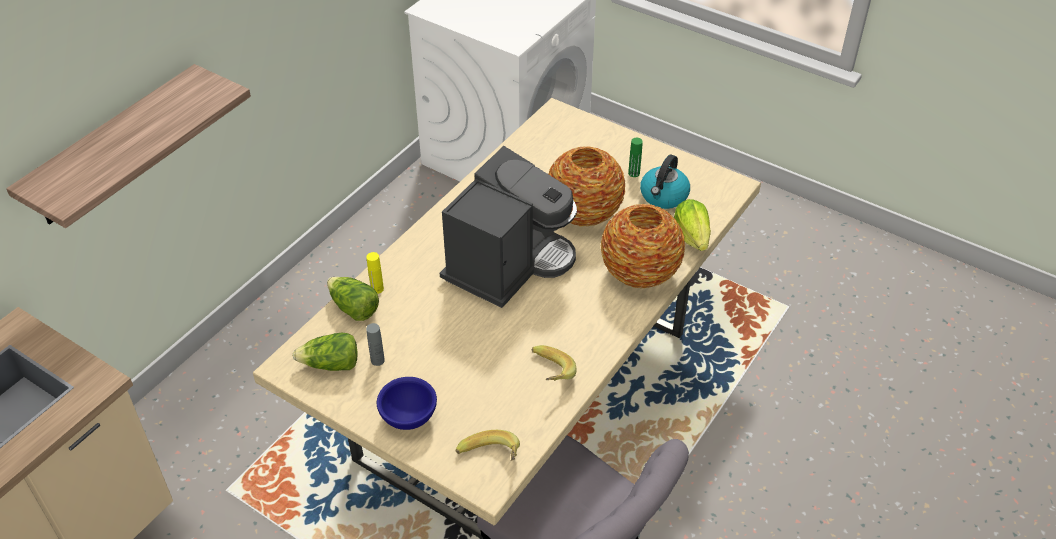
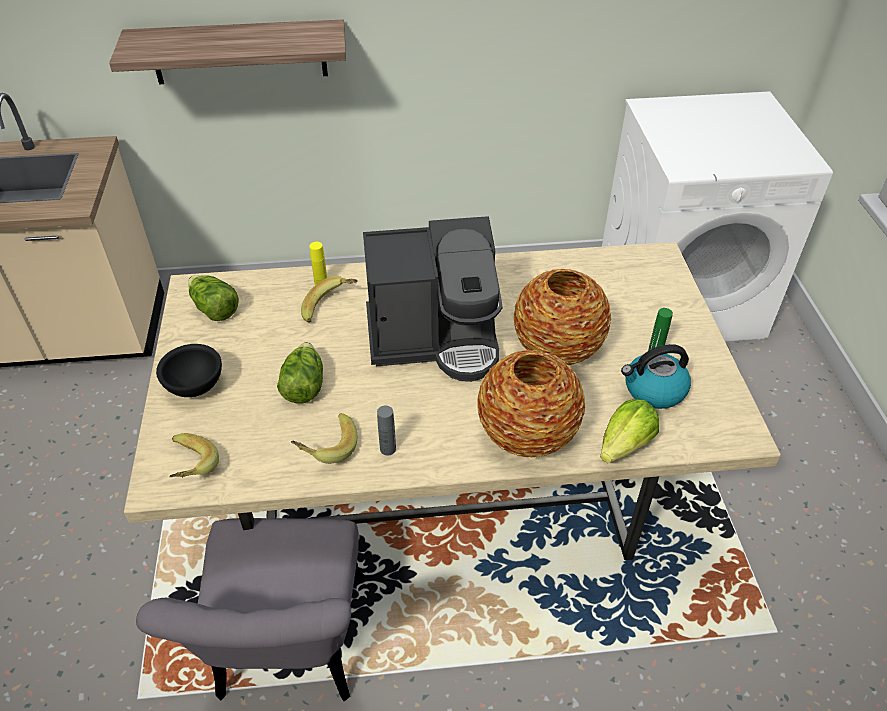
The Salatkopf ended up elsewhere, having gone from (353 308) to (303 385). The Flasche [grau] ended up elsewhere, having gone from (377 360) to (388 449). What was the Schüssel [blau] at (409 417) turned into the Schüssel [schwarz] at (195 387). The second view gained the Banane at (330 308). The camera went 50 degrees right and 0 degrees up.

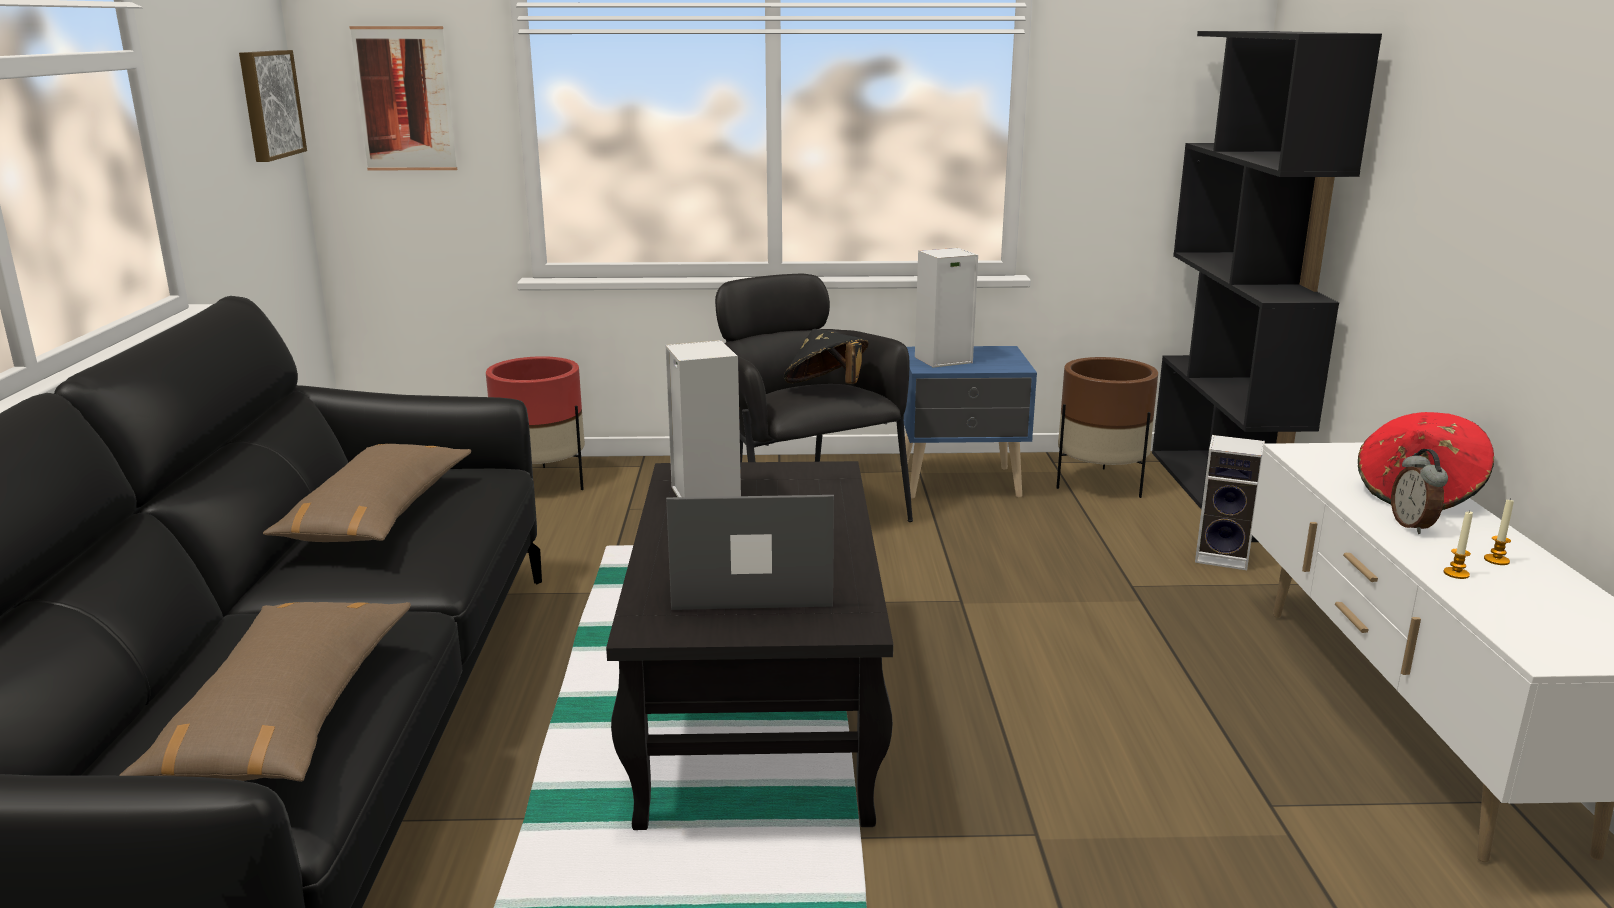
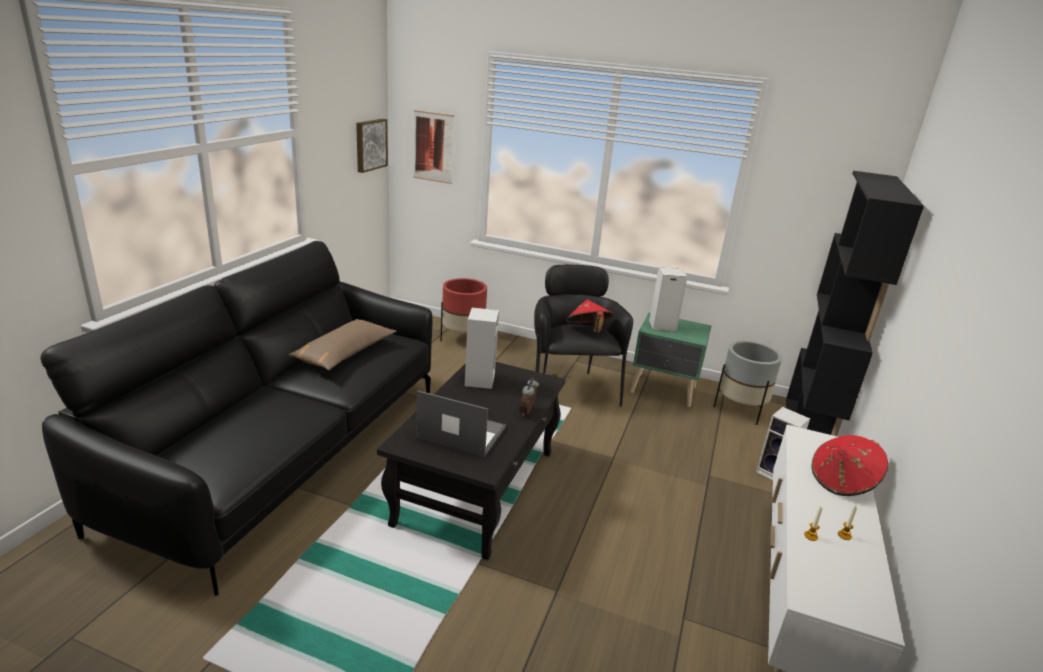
What was the Hut [schwarz] at (826 388) turned into the Hut [rot] at (587 330). What was the Nachttisch [blau] at (962 484) turned into the Nachttisch [grün] at (664 391). What was the Pflanzkübel [braun] at (1100 484) turned into the Pflanzkübel [grau] at (740 411). The Wecker ended up elsewhere, having gone from (1413 526) to (528 412). The second view lost the Kissen [braun] at (287 715). The camera went 20 degrees right and 5 degrees up.

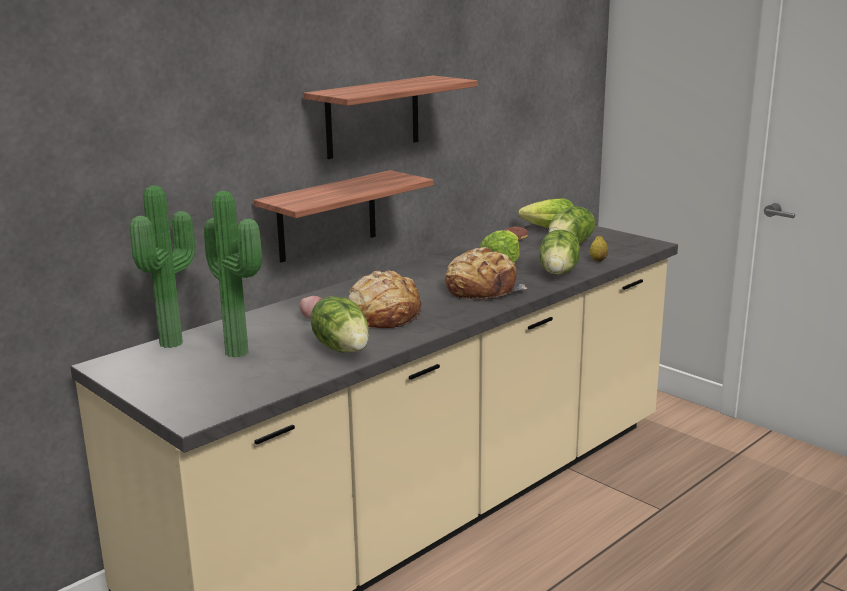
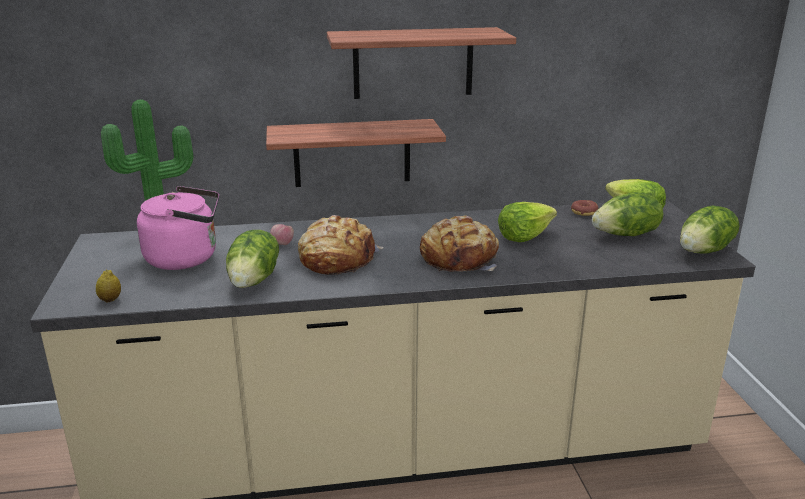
Where the Topfpflanze stood at (241 351), the Wasserkessel [rosa] came to stand at (186 258). The Salatkopf ended up elsewhere, having gone from (559 272) to (705 251). The Zitrone ended up elsewhere, having gone from (598 260) to (110 299). The camera went 35 degrees right and 5 degrees up.

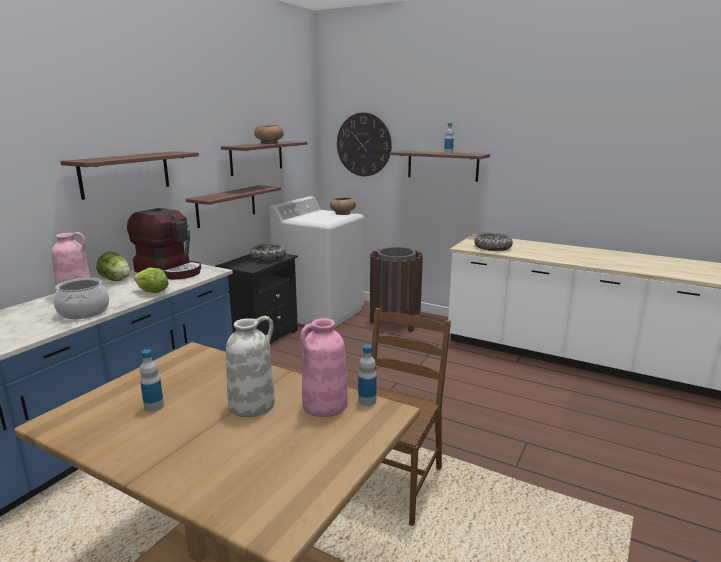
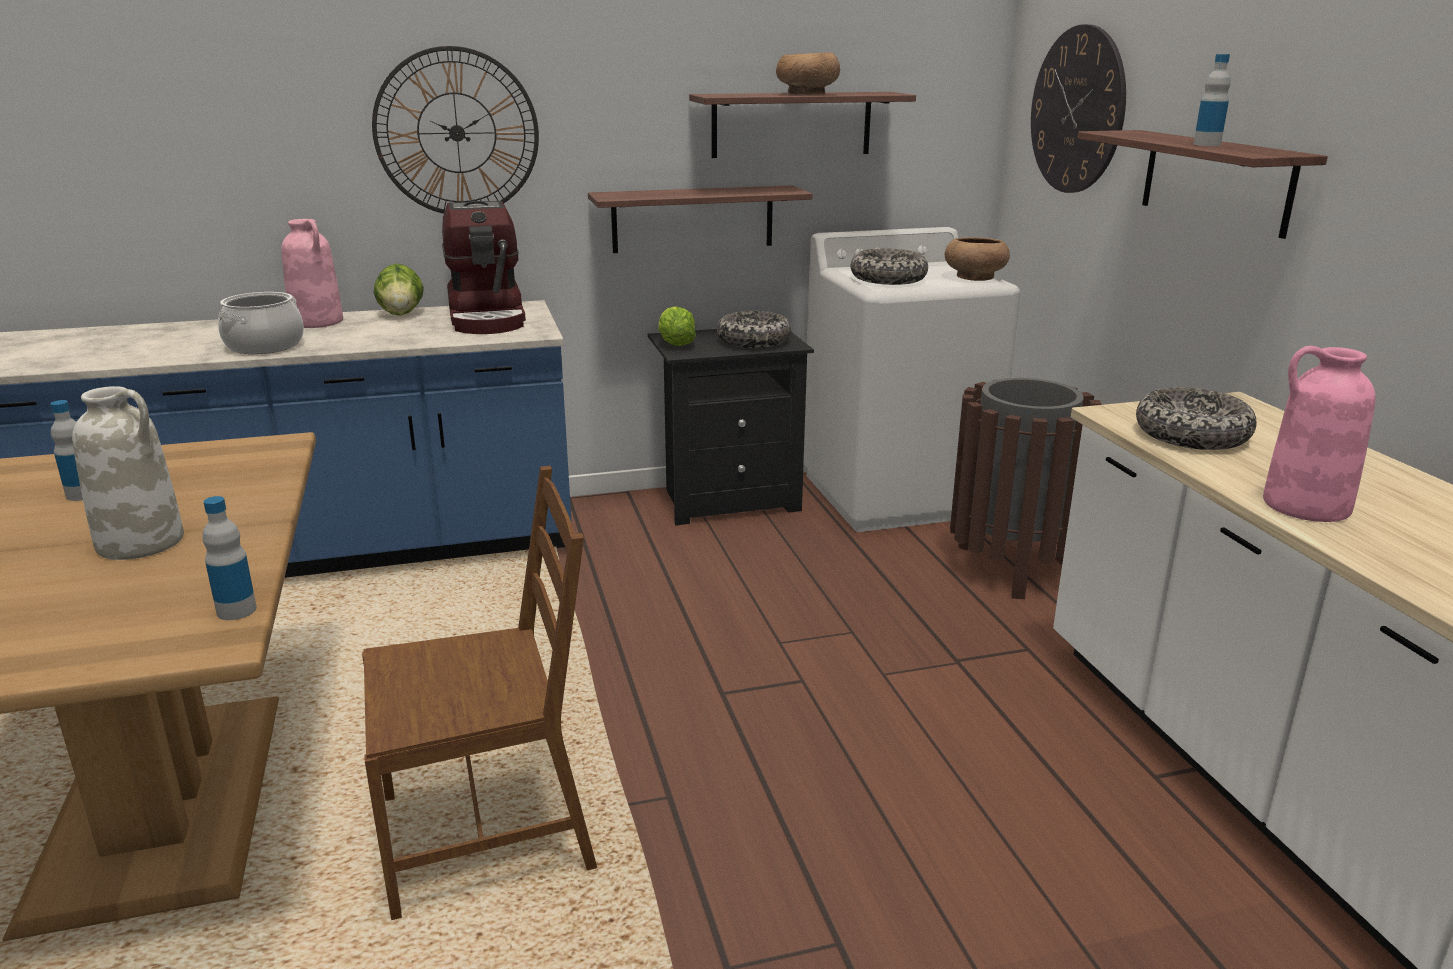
Where the Wandregal hung at (125 174), the Wanduhr came to hang at (457 133). The Salatkopf ended up elsewhere, having gone from (152 292) to (675 344). The Vase [rosa] ended up elsewhere, having gone from (324 405) to (1305 506). The second view gained the Schüssel at (888 279). The camera went 45 degrees right and 5 degrees up.

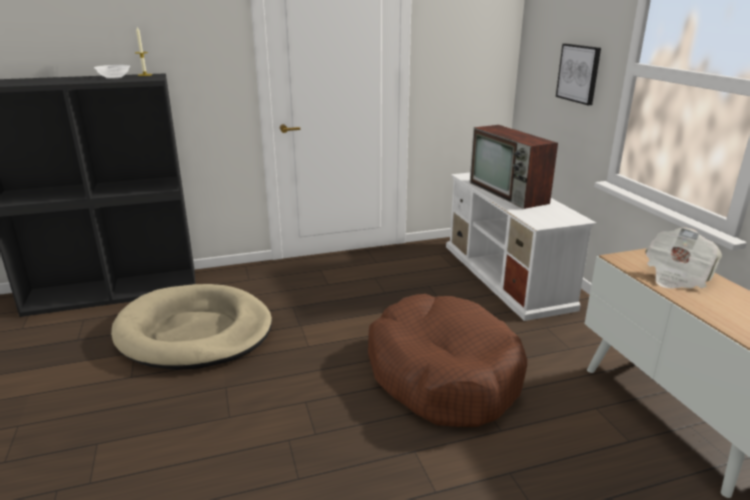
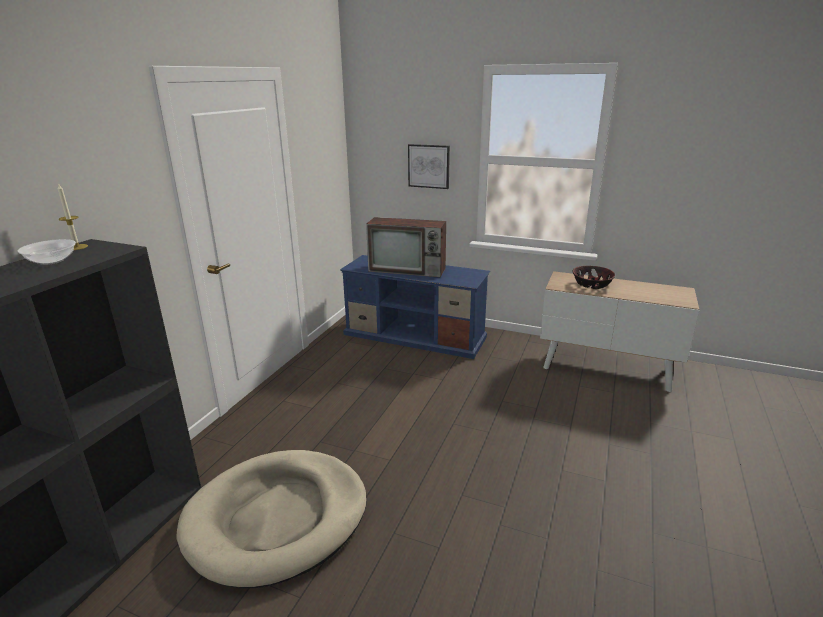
What was the Fernsehschrank [weiß] at (506 276) turned into the Fernsehschrank [blau] at (415 335). Where the Zeitung stood at (676 276), the Schüssel came to stand at (592 285). The second view lost the Hundebett [braun] at (442 374). The camera went 50 degrees left and 0 degrees up.

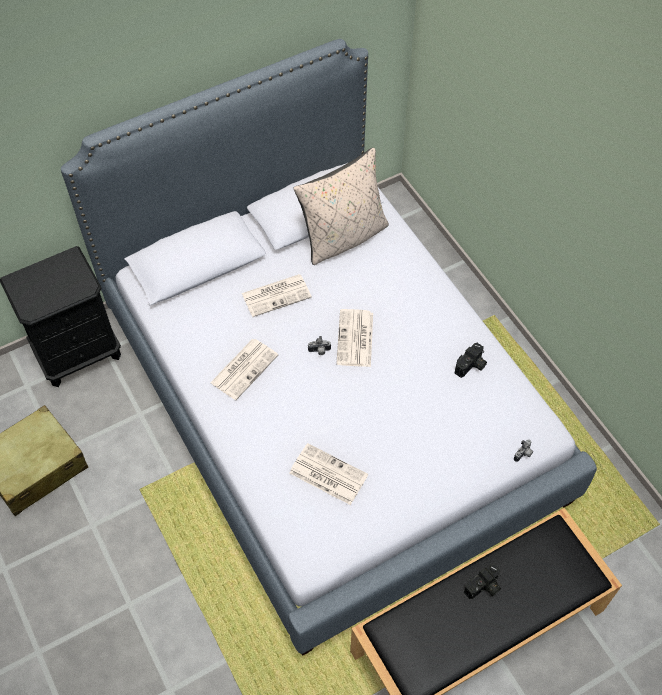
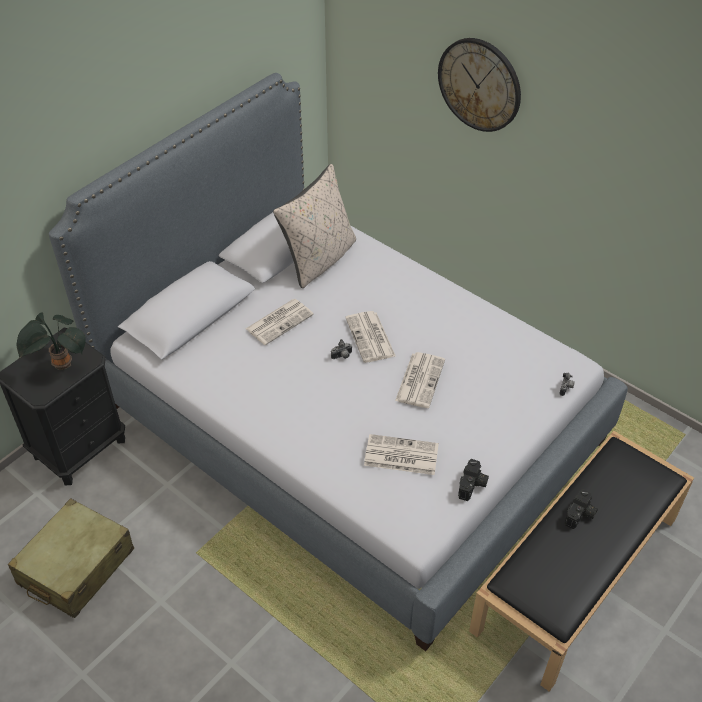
The Zeitung ended up elsewhere, having gone from (244 368) to (420 379). The Kamera ended up elsewhere, having gone from (471 366) to (473 486). The second view gained the Wanduhr at (479 84). The second view gained the Topfpflanze at (60 365). The camera went 20 degrees left and 10 degrees down.

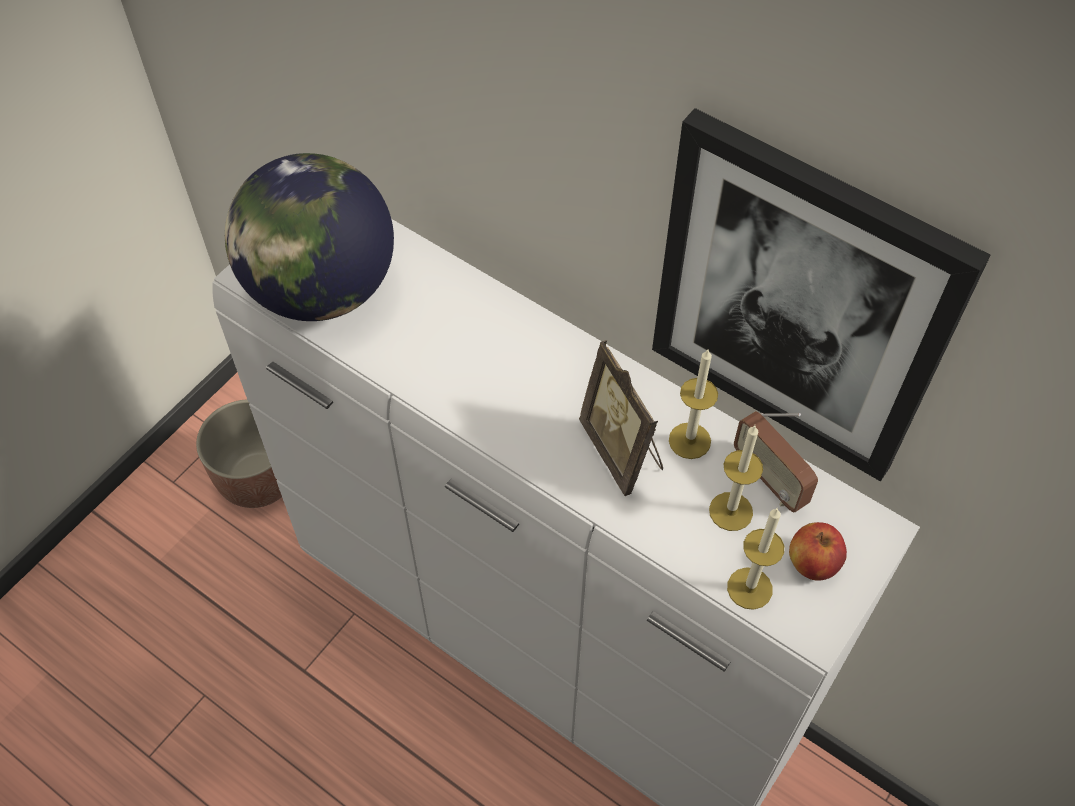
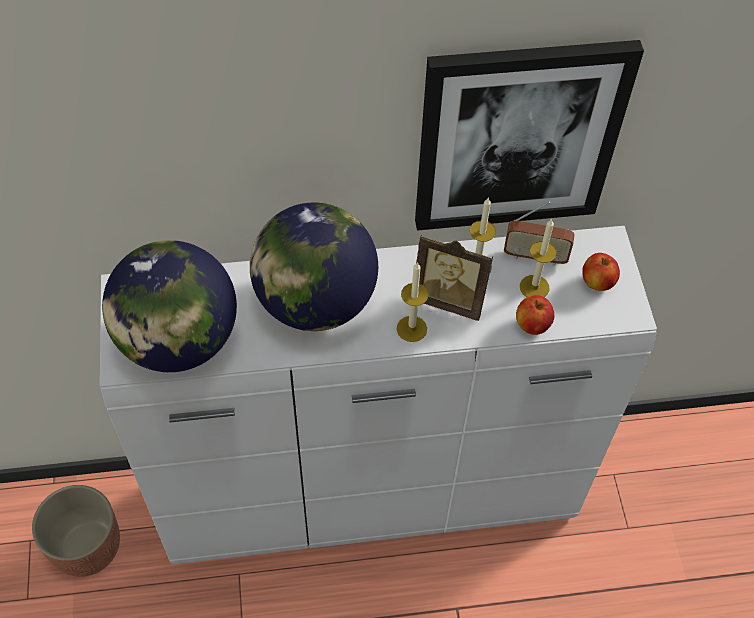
The Kerze ended up elsewhere, having gone from (749 588) to (411 329). The second view gained the Globus at (315 302). The second view gained the Apfel at (532 325). The camera went 45 degrees left and 0 degrees up.

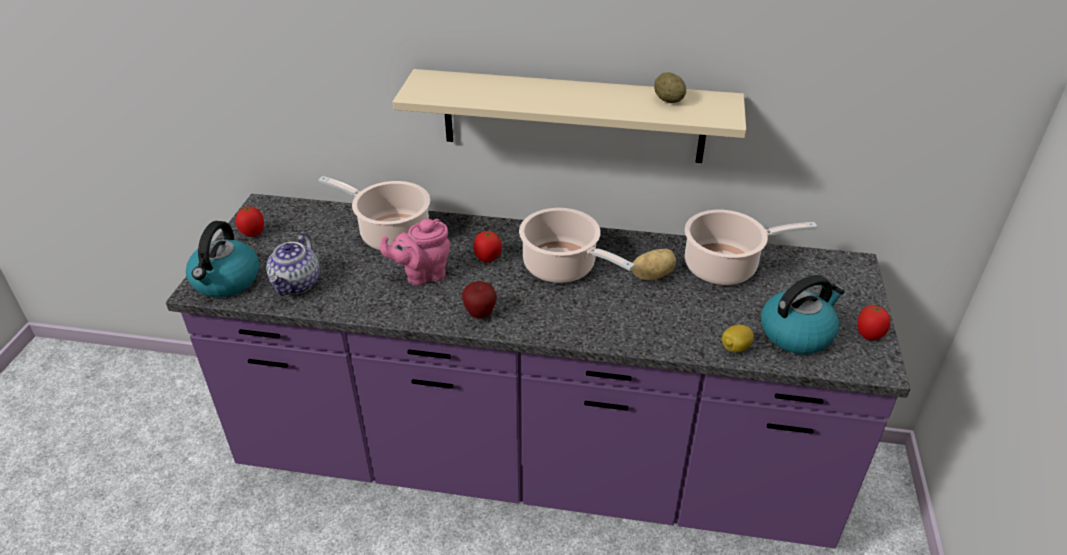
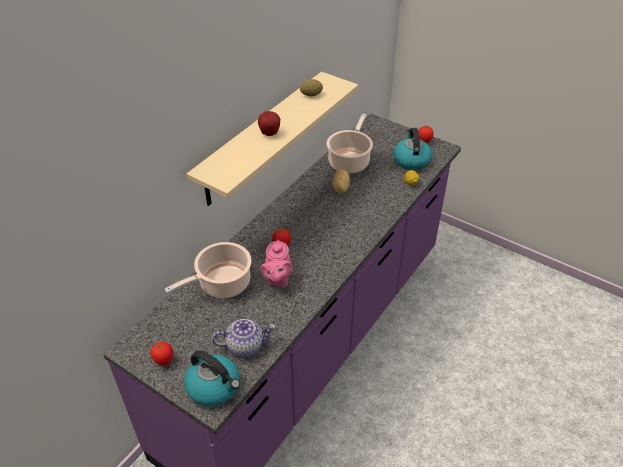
The second view lost the Kochtopf at (563 267). The Teekanne at (297 284) ended up facing another way, 45 degrees counterclockwise from before. The Apfel ended up elsewhere, having gone from (480 314) to (269 134). The camera went 65 degrees left and 5 degrees up.

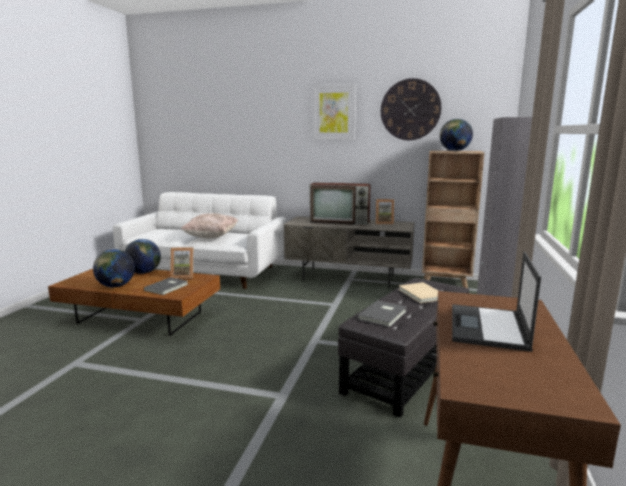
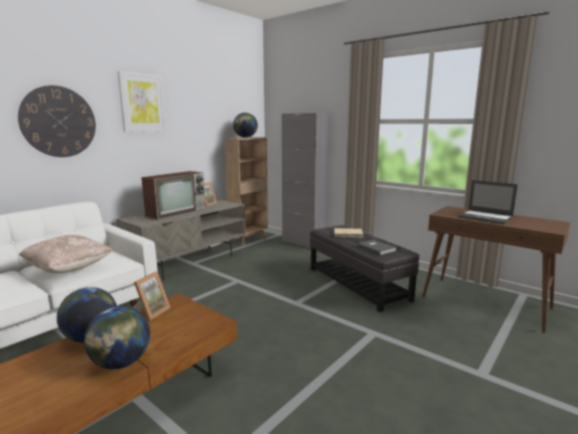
The Wanduhr ended up elsewhere, having gone from (410 109) to (59 122). The second view lost the Buch [grau] at (168 287). The camera went 65 degrees left and 0 degrees up.

